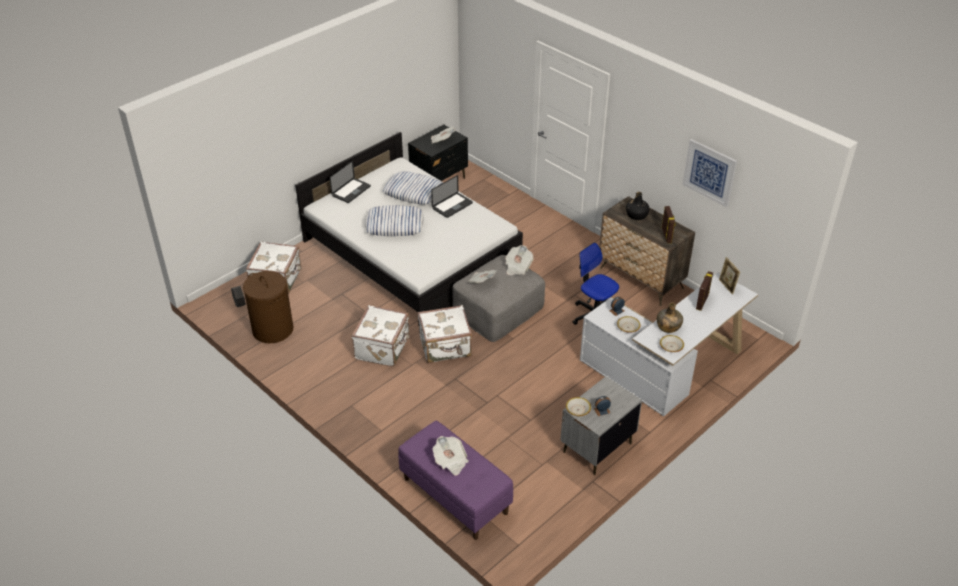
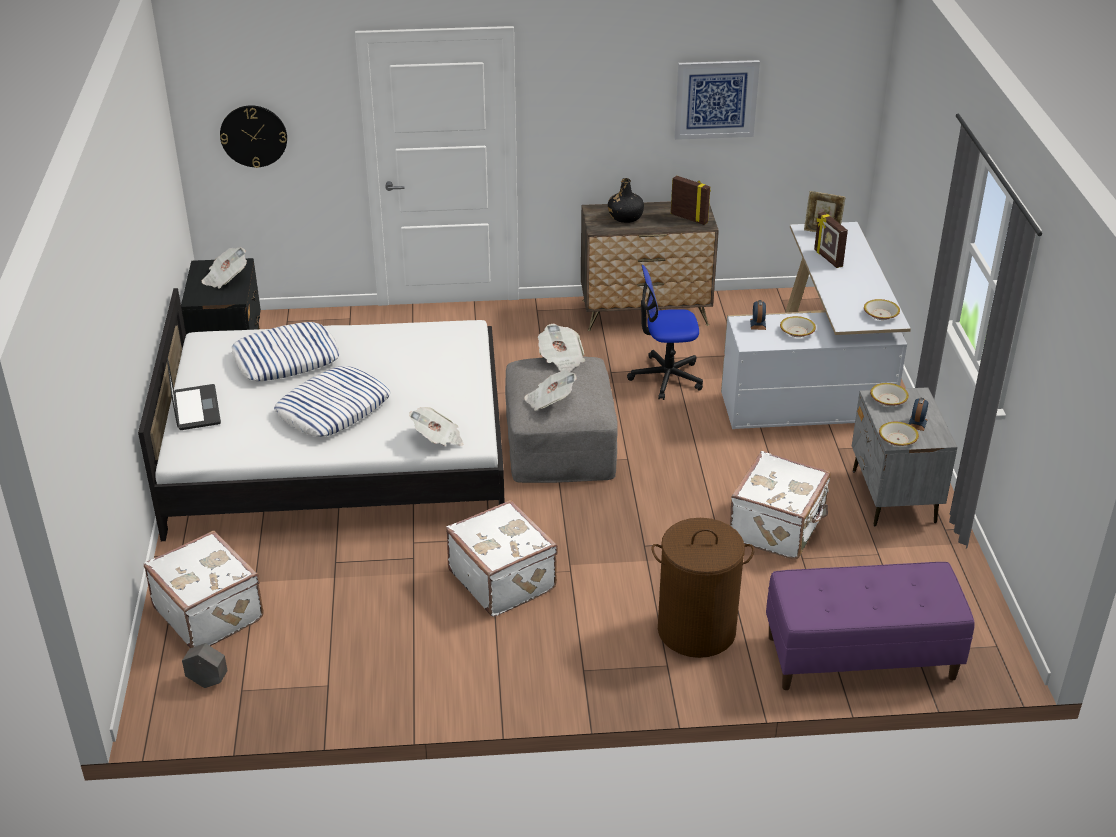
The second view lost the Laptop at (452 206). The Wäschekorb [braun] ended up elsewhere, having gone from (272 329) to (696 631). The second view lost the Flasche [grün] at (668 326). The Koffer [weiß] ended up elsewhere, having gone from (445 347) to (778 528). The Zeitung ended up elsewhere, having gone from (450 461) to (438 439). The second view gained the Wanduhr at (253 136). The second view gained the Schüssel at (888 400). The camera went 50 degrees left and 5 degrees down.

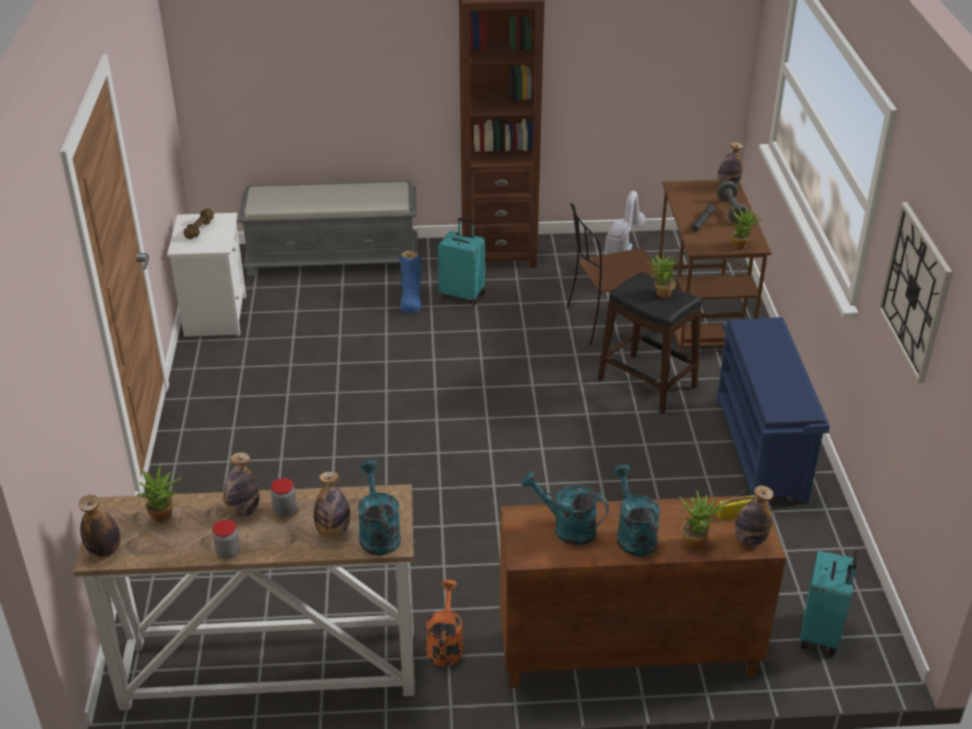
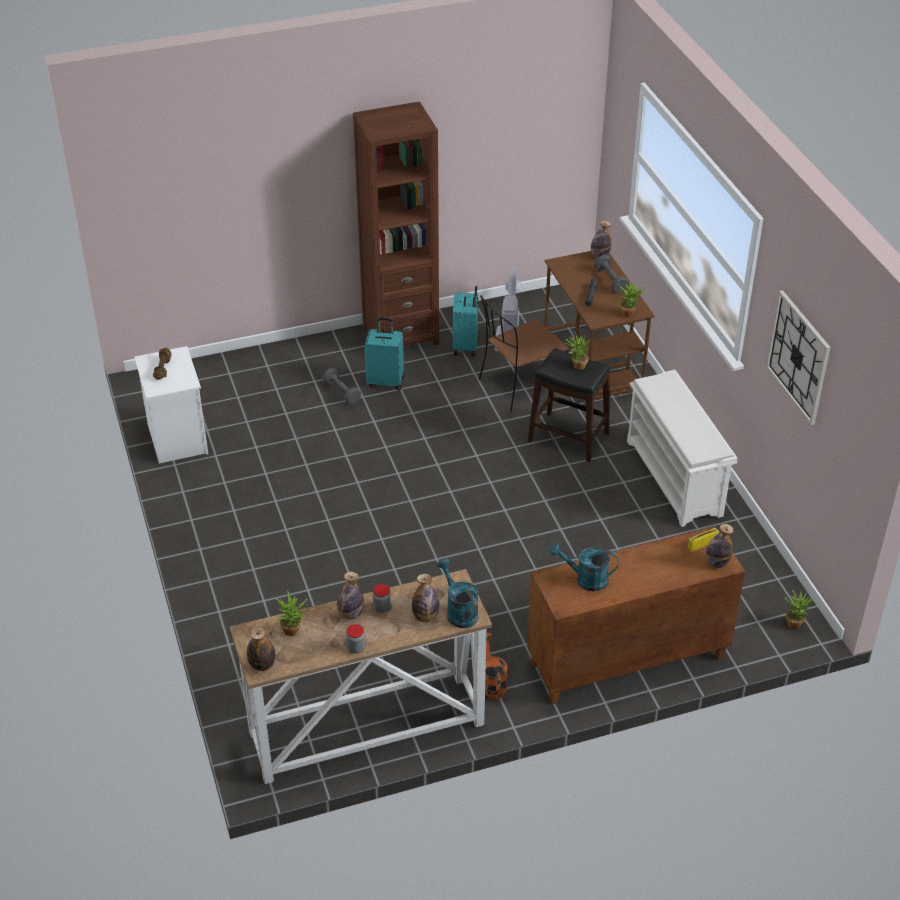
The second view lost the Bank [grau] at (334 259). Where the Stiefel [blau] stood at (411 298), the Hantel [grau] came to stand at (342 392). What was the Schuhregal [blau] at (761 449) turned into the Schuhregal [weiß] at (675 478). The second view lost the Gießkanne [türkis] at (633 535). The Topfpflanze ended up elsewhere, having gone from (696 540) to (795 622). The Koffer [türkis] ended up elsewhere, having gone from (822 634) to (466 346). The camera went 15 degrees left and 5 degrees up.

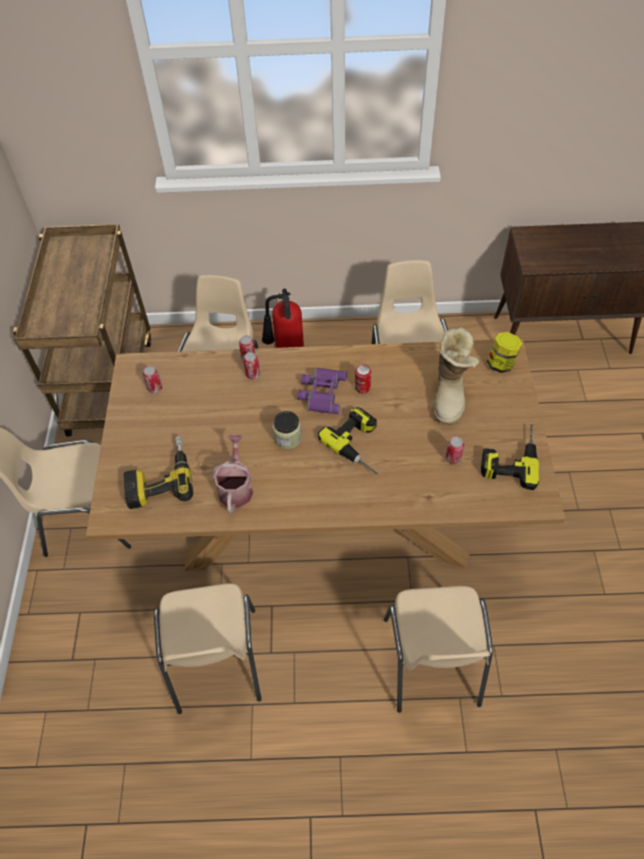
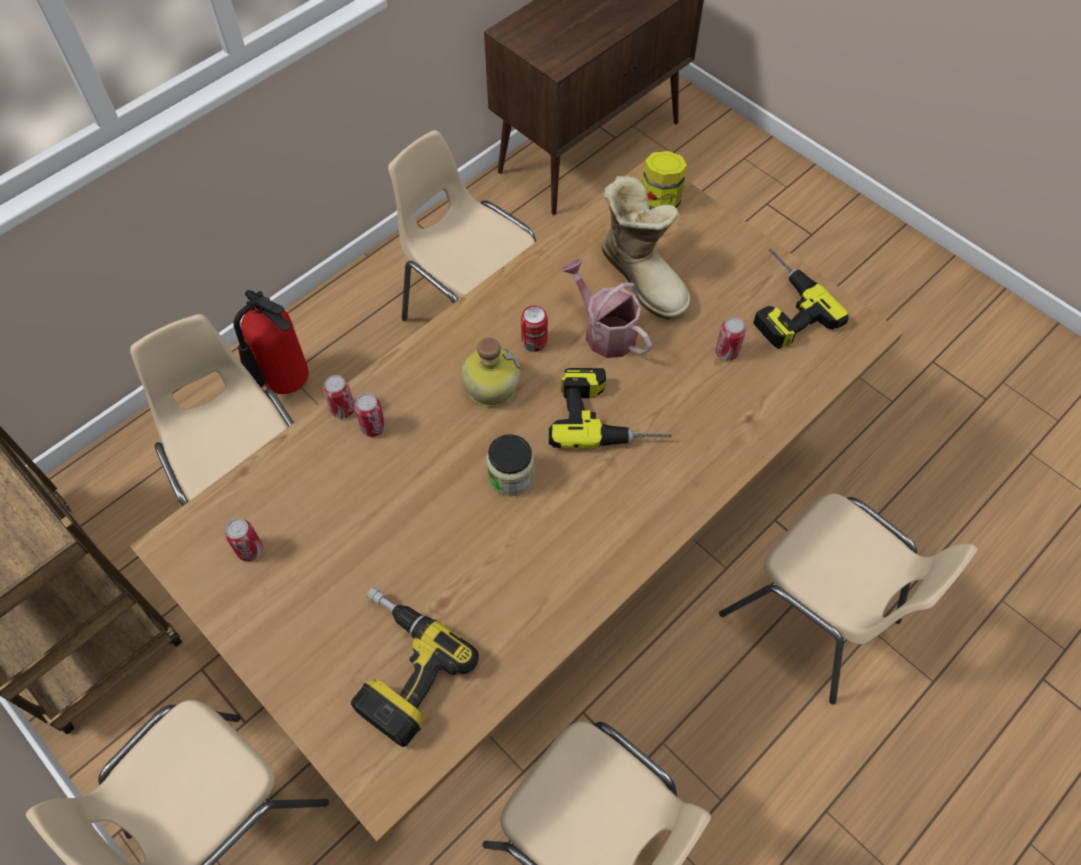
Where the Fernglas [lila] stood at (321 392), the Flasche came to stand at (490 386). The Gießkanne ended up elsewhere, having gone from (236 487) to (605 331). The camera went 45 degrees left and 5 degrees up.

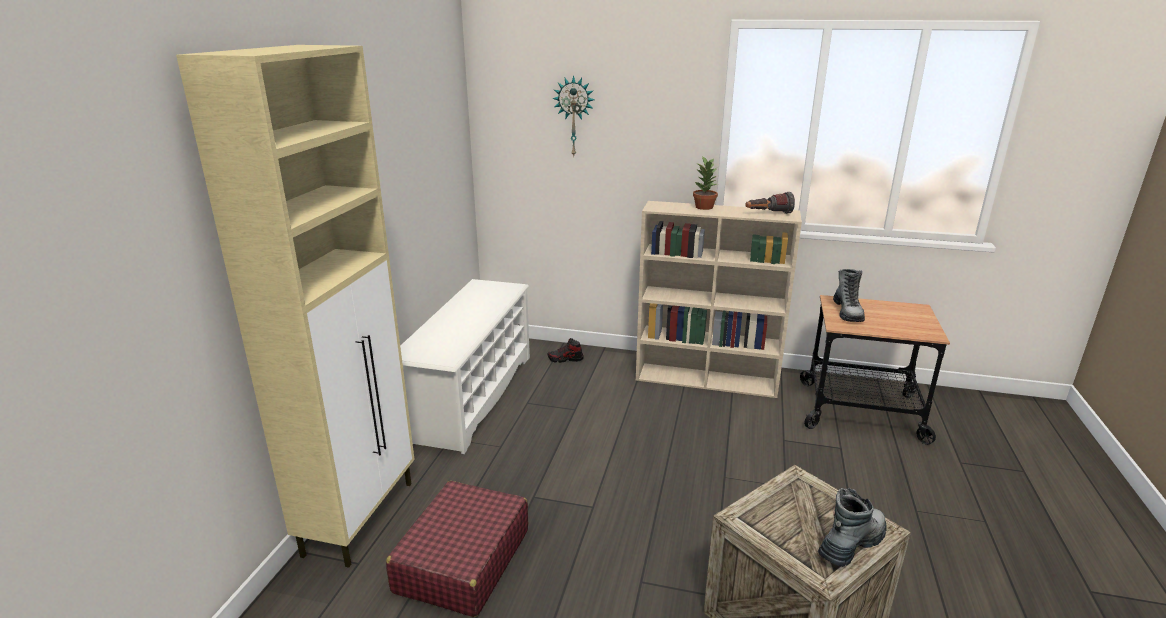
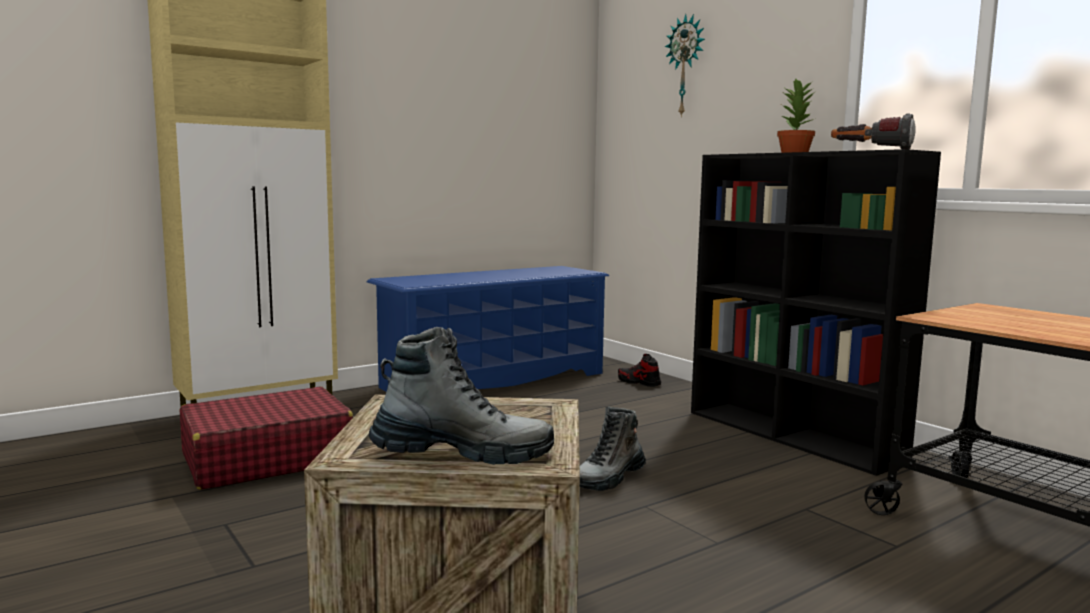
What was the Bücherregal [beige] at (707 380) turned into the Bücherregal [schwarz] at (793 436). The Stiefel ended up elsewhere, having gone from (847 312) to (608 478). What was the Schuhregal [weiß] at (471 395) turned into the Schuhregal [blau] at (493 380). The camera went 40 degrees right and 15 degrees down.

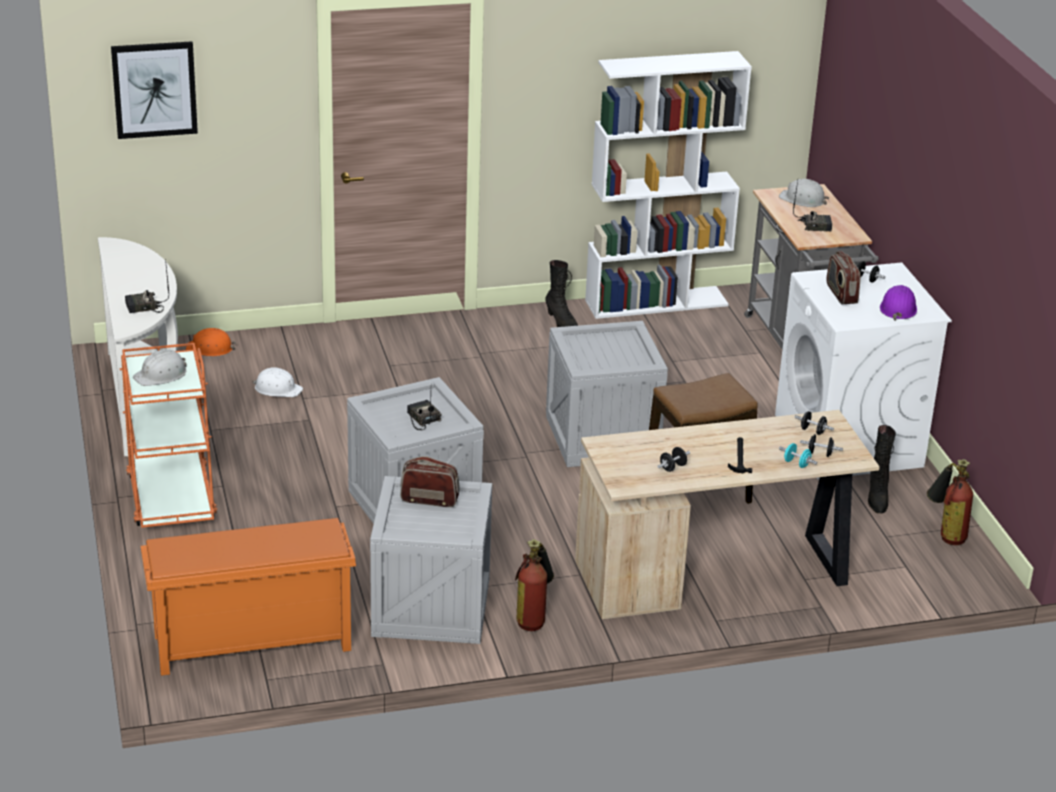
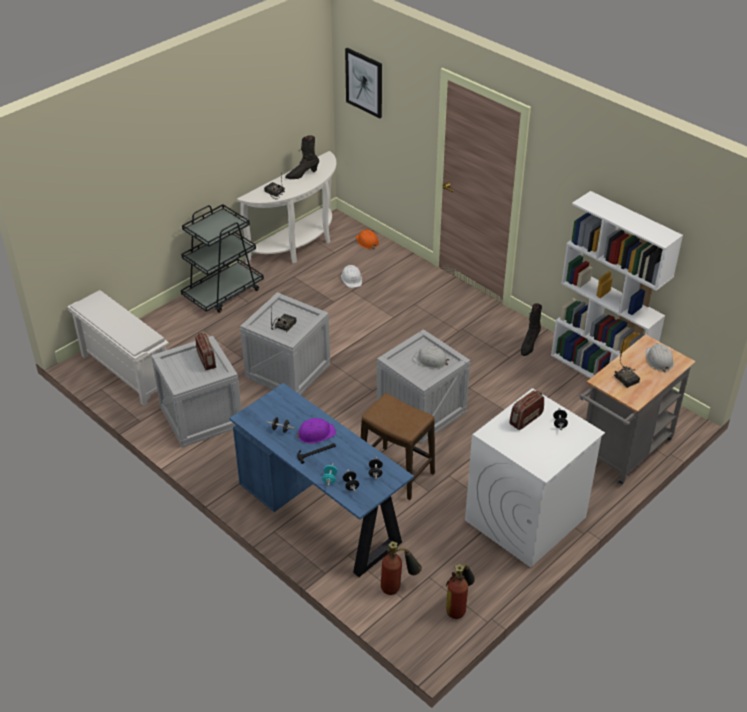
The Schutzhelm [lila] ended up elsewhere, having gone from (898 308) to (315 433). What was the Rollwagen [orange] at (171 498) turned into the Rollwagen [schwarz] at (223 293). The Schutzhelm [weiß] ended up elsewhere, having gone from (161 374) to (430 360). What was the Schreibtisch [beige] at (717 574) turned into the Schreibtisch [blau] at (321 514). The Stiefel [schwarz] ended up elsewhere, having gone from (877 497) to (302 174). What was the Schuhregal [orange] at (250 644) turned into the Schuhregal [weiß] at (125 371). The Feuerlöscher ended up elsewhere, having gone from (534 617) to (398 587). The camera went 60 degrees right and 10 degrees up.

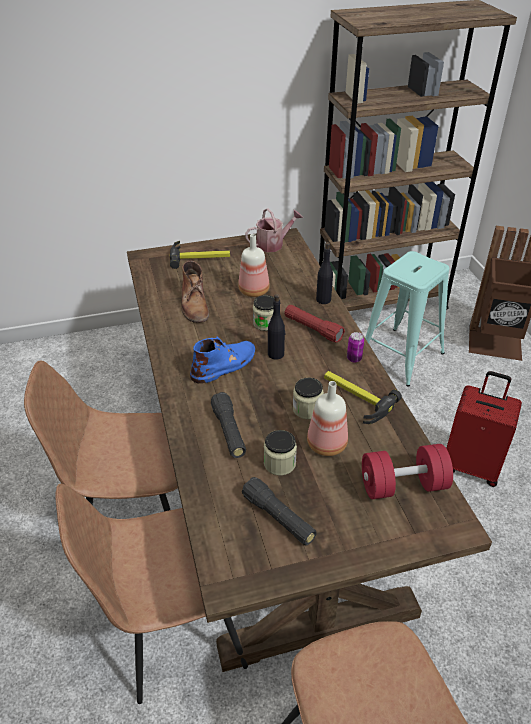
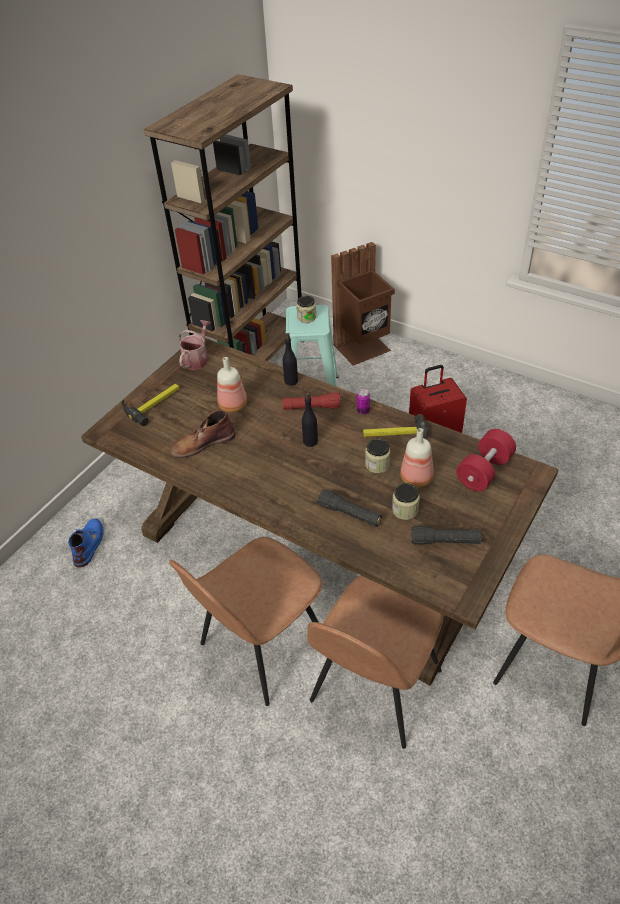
The Stiefel [braun] at (194 304) ended up facing another way, 120 degrees clockwise from before. The Vorratsglas ended up elsewhere, having gone from (265 323) to (306 317). The Stiefel [blau] ended up elsewhere, having gone from (225 365) to (89 543). The camera went 40 degrees left and 5 degrees up.

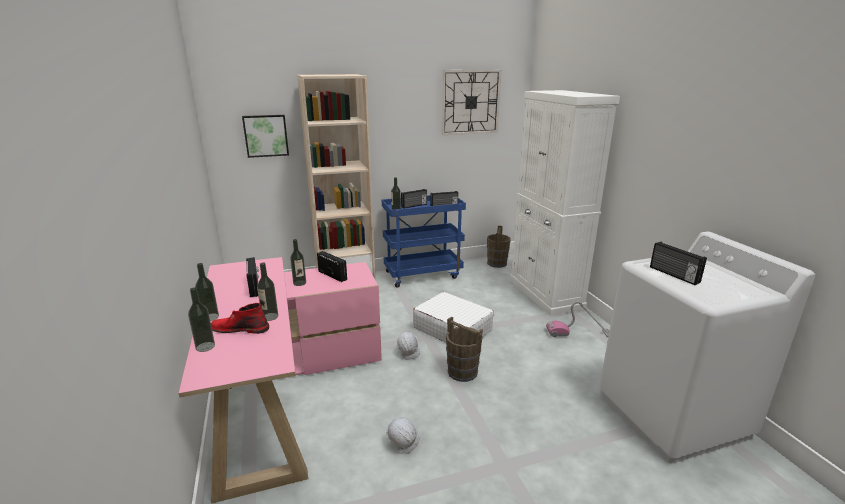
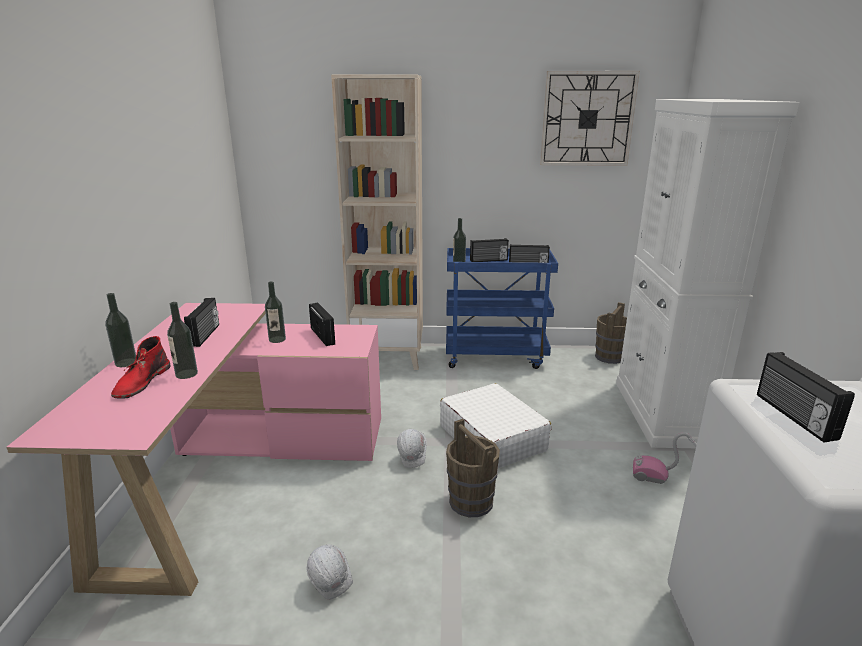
The second view lost the Bild at (266 135). The second view lost the Flasche at (205 347). The Stiefel [rot] at (239 328) ended up facing another way, 105 degrees counterclockwise from before. The camera went 20 degrees right and 0 degrees up.

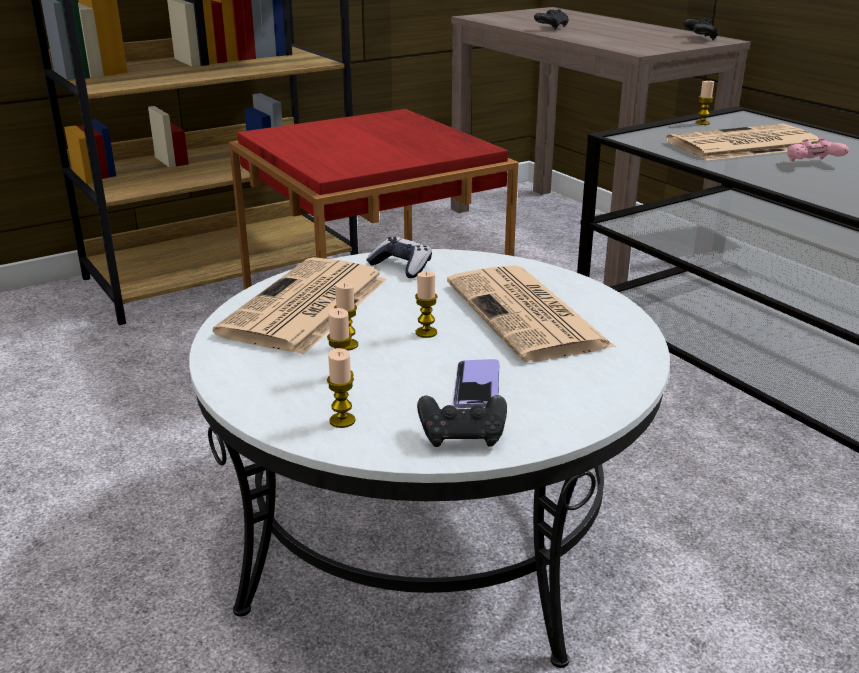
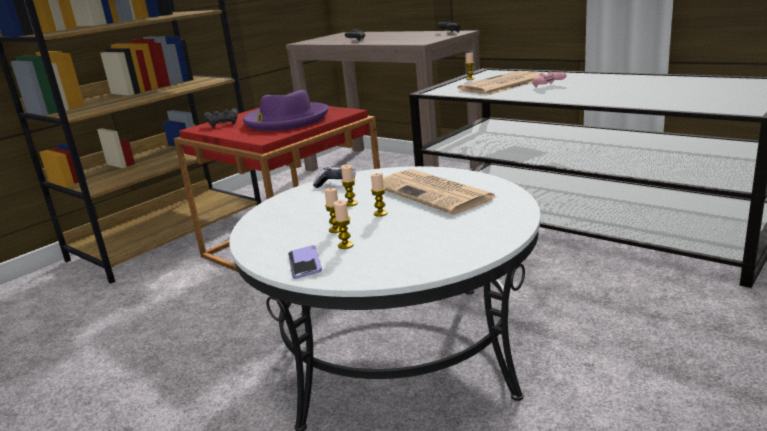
The second view lost the Zeitung at (305 307). The Kerze ended up elsewhere, having gone from (342 421) to (351 203). The Handy ended up elsewhere, having gone from (477 386) to (304 263). The Gamepad [schwarz] ended up elsewhere, having gone from (463 436) to (223 124). The second view gained the Hut [lila] at (286 120). The camera went 15 degrees left and 5 degrees down.

